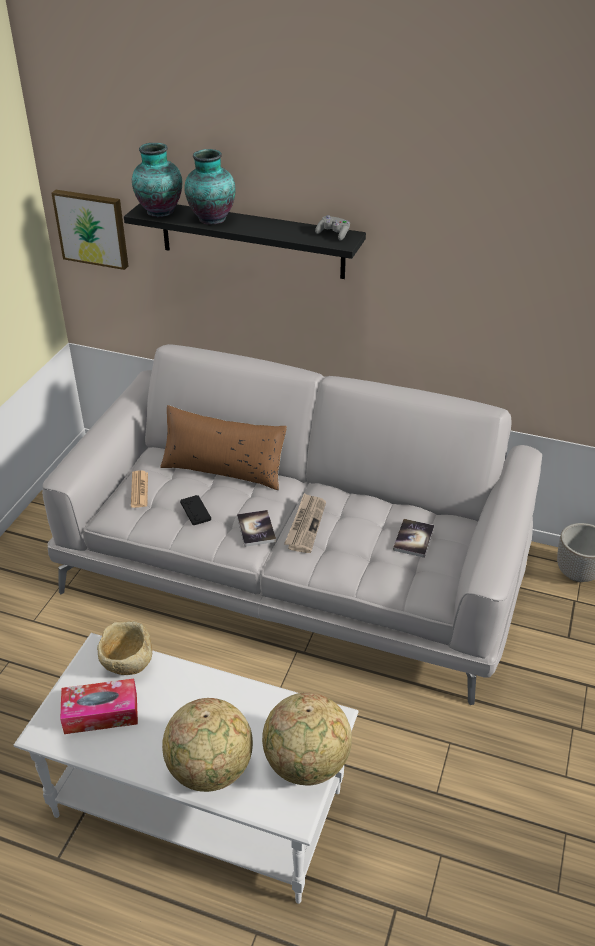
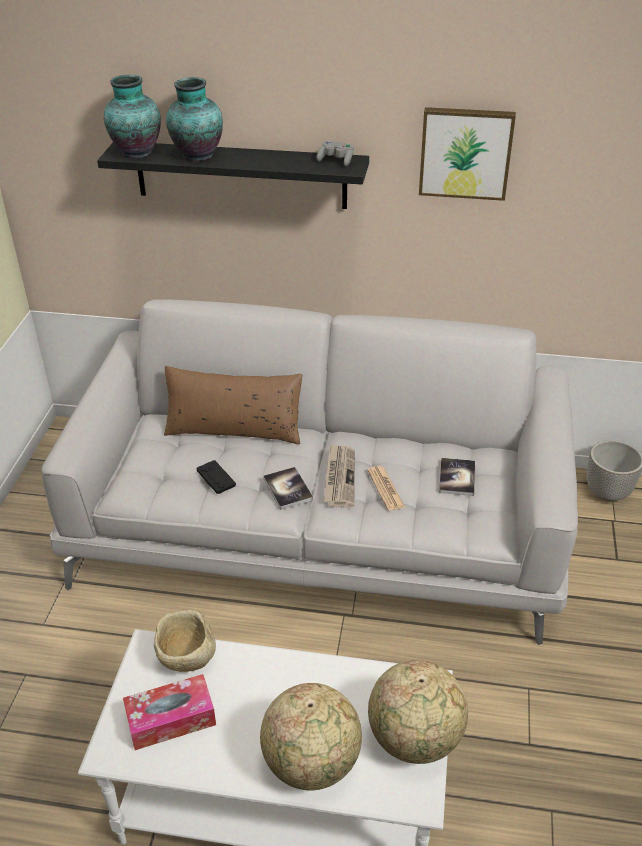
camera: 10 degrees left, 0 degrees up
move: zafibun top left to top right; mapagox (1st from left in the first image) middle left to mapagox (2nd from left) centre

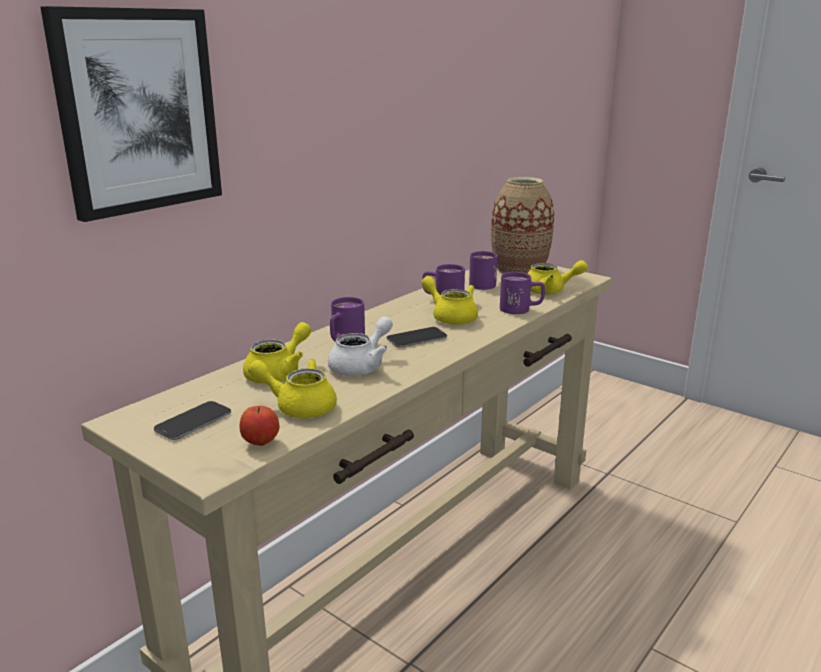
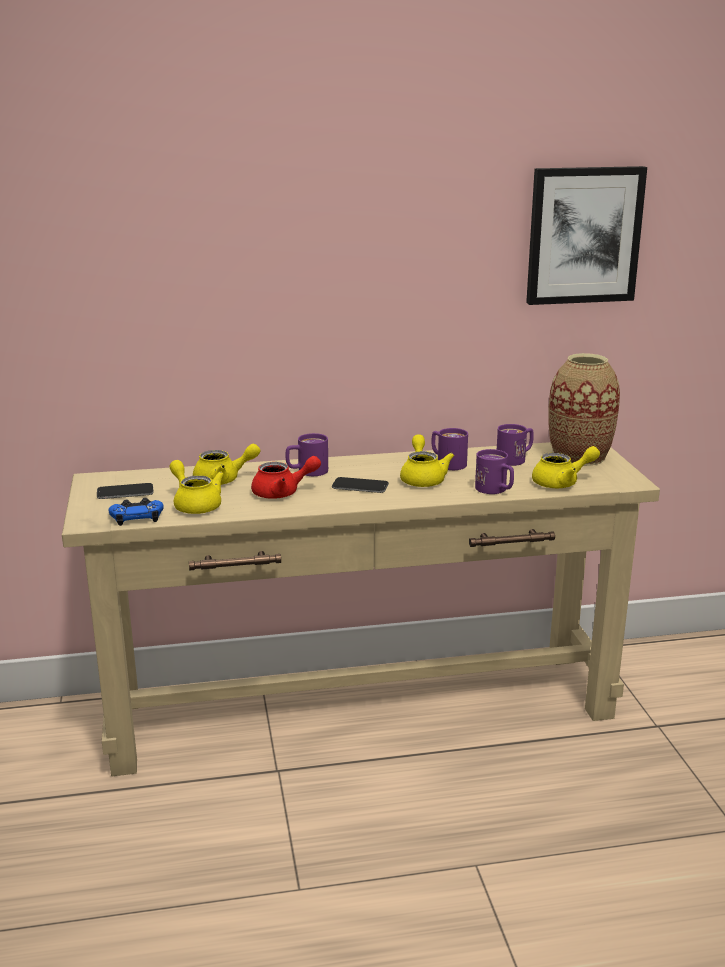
camera: 40 degrees right, 0 degrees up
move: zafibun top left to top right
replace: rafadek middle left to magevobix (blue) middle left
recolor: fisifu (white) centre to fisifu (red) centre
rotate: fisifu (yellow) (4th from left) middle right = middle right 60 degrees counterclockwise

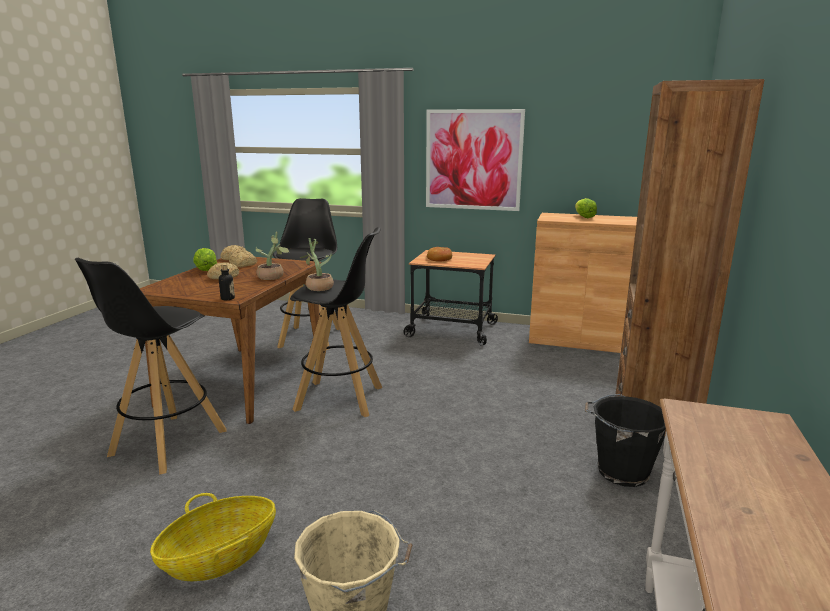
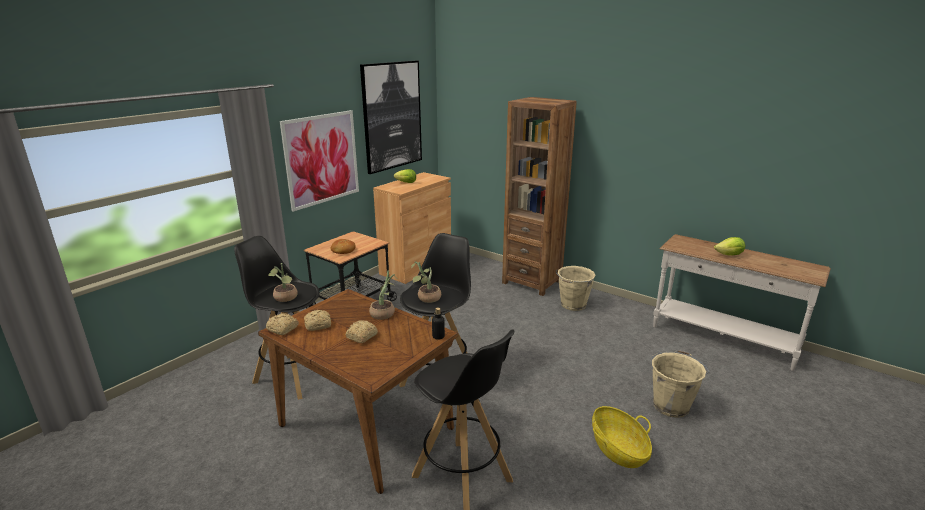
camera: 70 degrees left, 5 degrees up
insert: zafibun (2nd from left) top centre; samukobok (1st from left) middle left
move: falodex (1st from left in the first image) middle left to falodex (2nd from left) middle right
recolor: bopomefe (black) bottom right to bopomefe (beige) (1st from left) centre

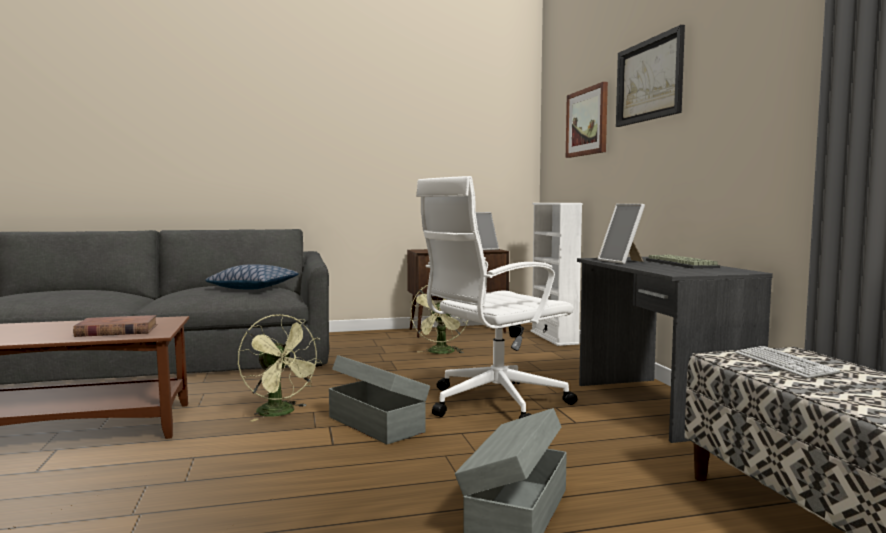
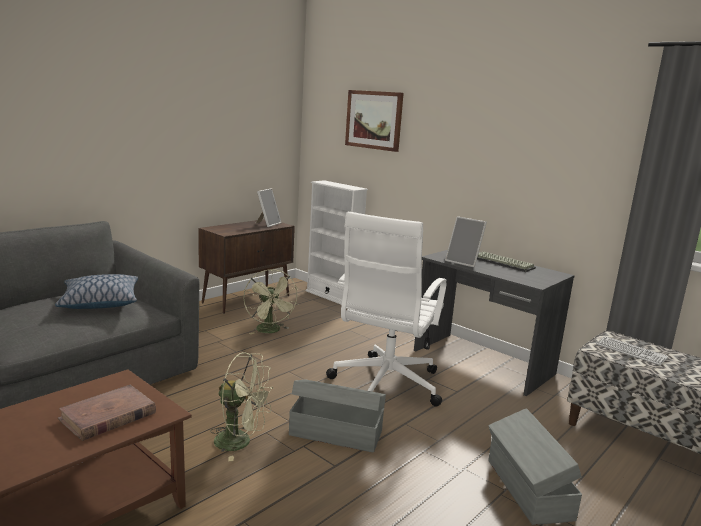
camera: 35 degrees left, 10 degrees up
delete: zafibun (2nd from left) top right

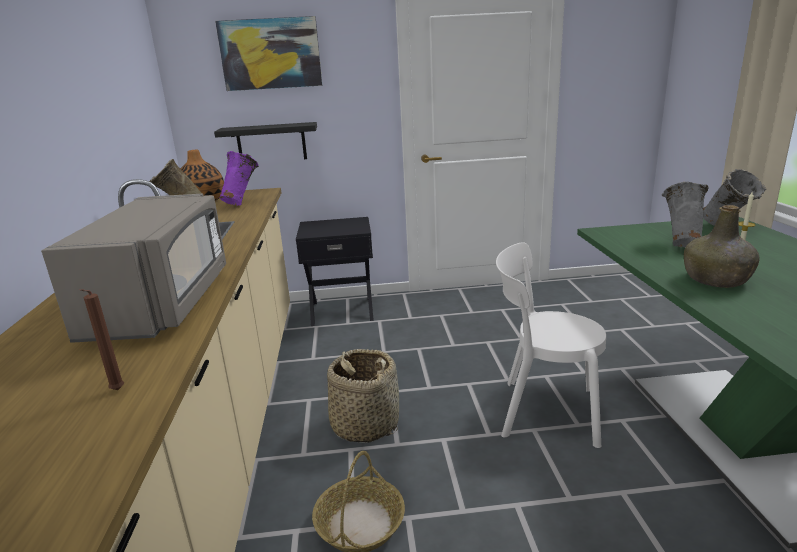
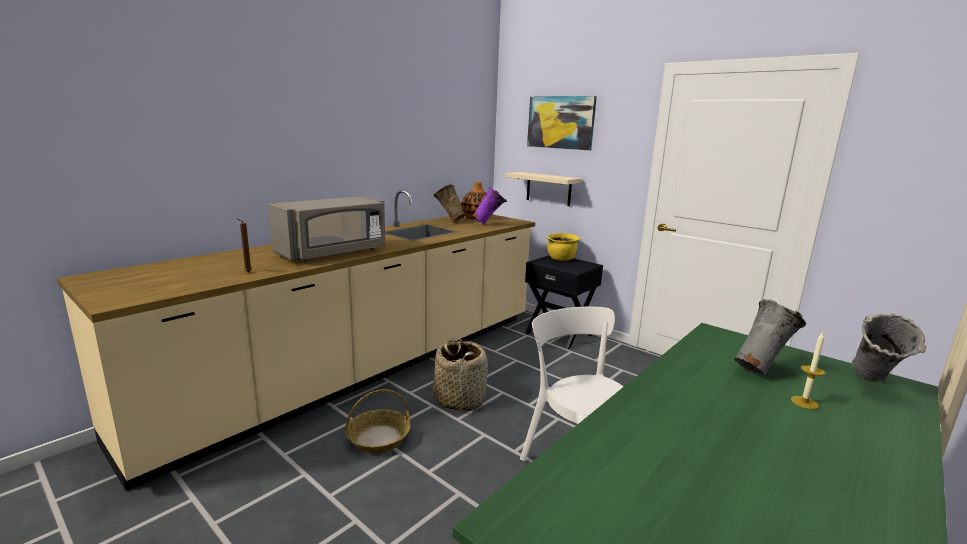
camera: 45 degrees right, 5 degrees down
delete: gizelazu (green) middle right
insert: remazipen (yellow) centre
recolor: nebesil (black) top left to nebesil (beige) centre

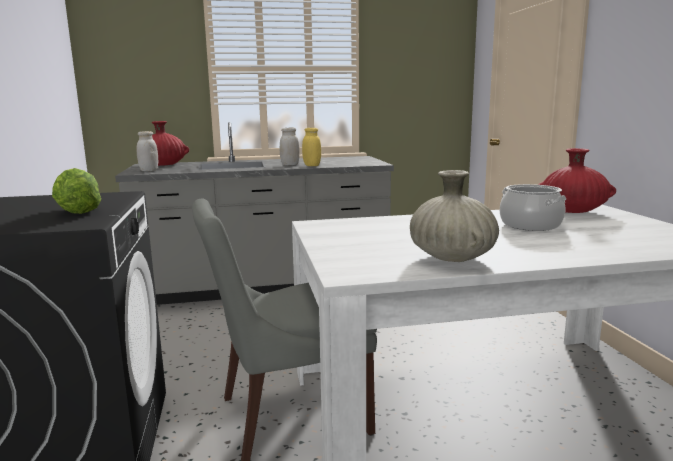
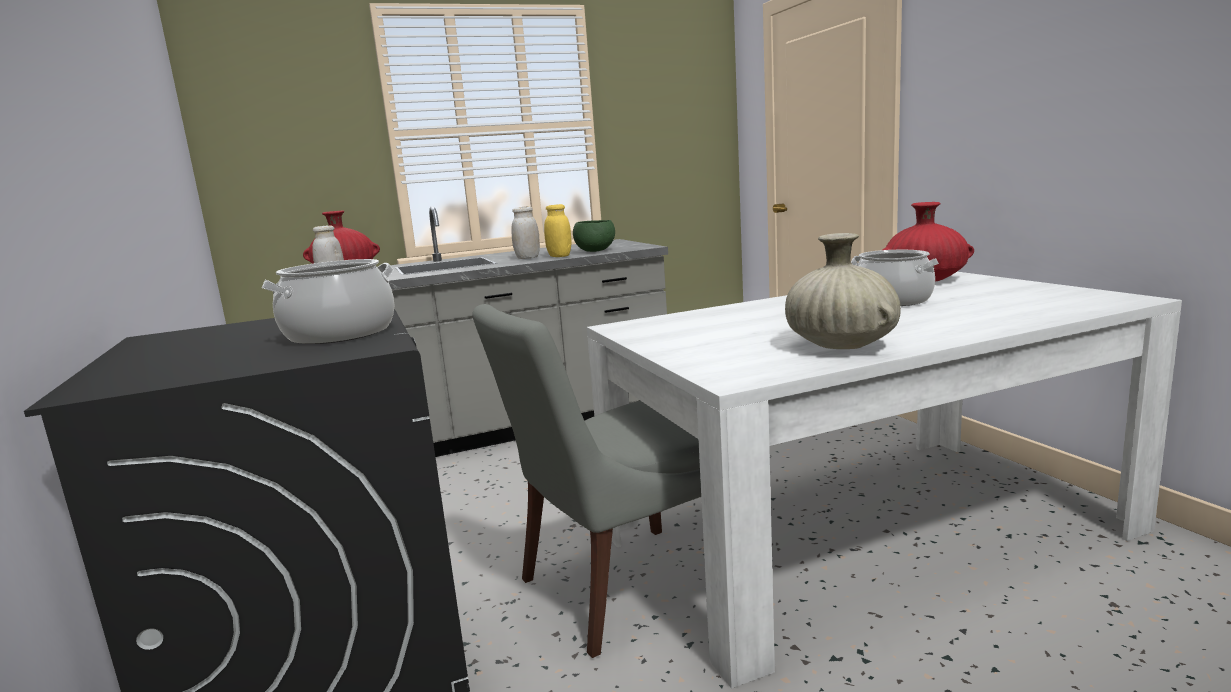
camera: 10 degrees left, 0 degrees up
insert: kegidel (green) centre
replace: falodex middle left to remazipen (1st from left) middle left

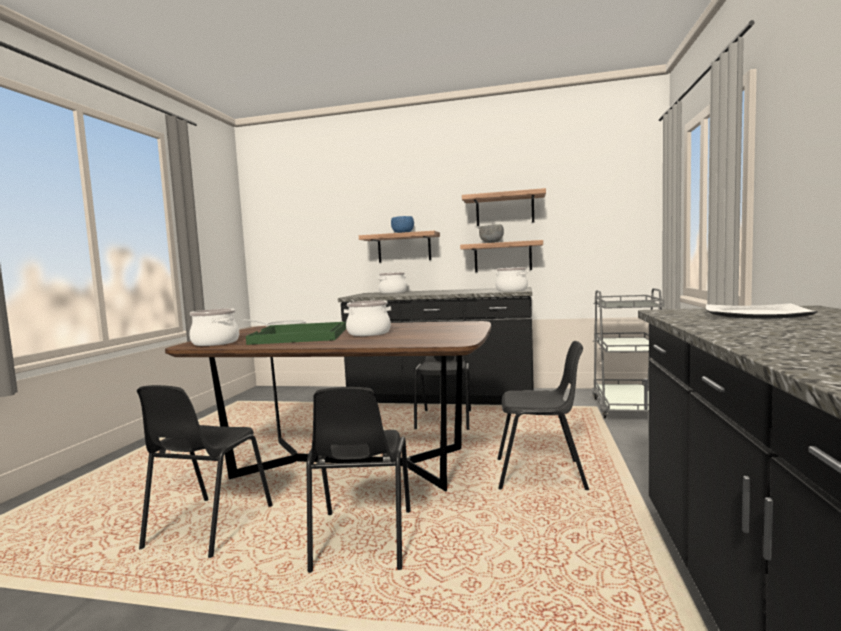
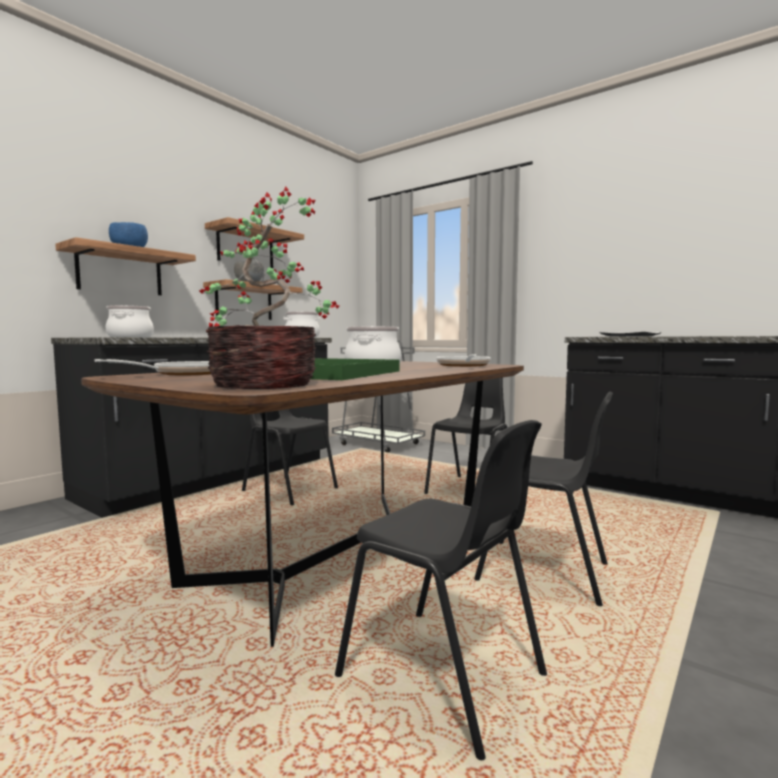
camera: 65 degrees left, 0 degrees up
insert: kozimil (2nd from left) centre
replace: remazipen (1st from left) middle left to samukobok centre

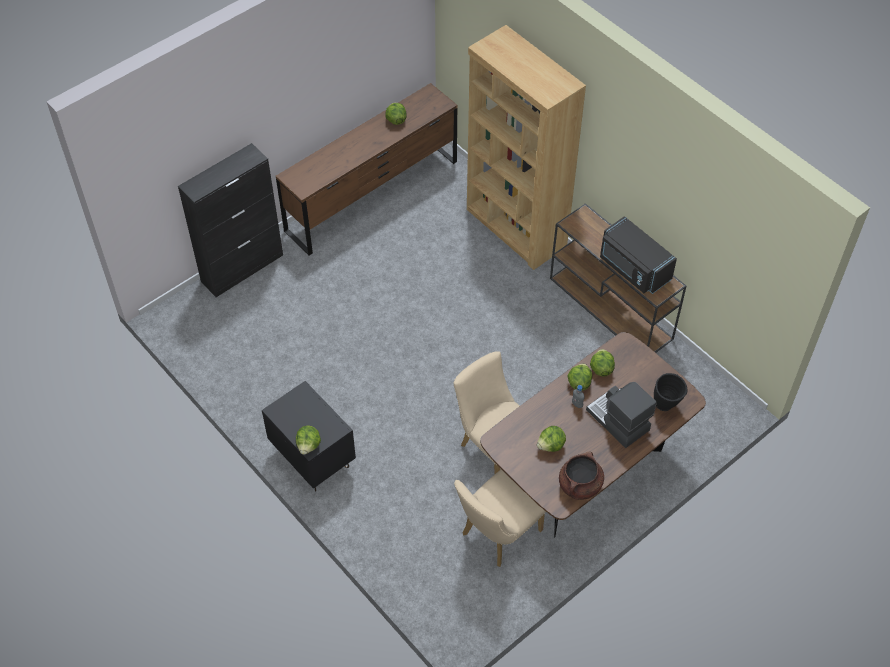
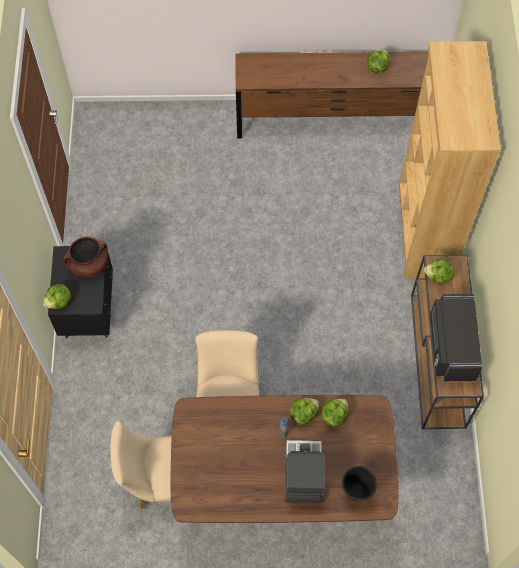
camera: 40 degrees right, 10 degrees up
delete: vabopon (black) top left
move: falodex (3rd from left in the first image) centre to falodex (5th from left) middle right; remazipen (brown) bottom centre to middle left

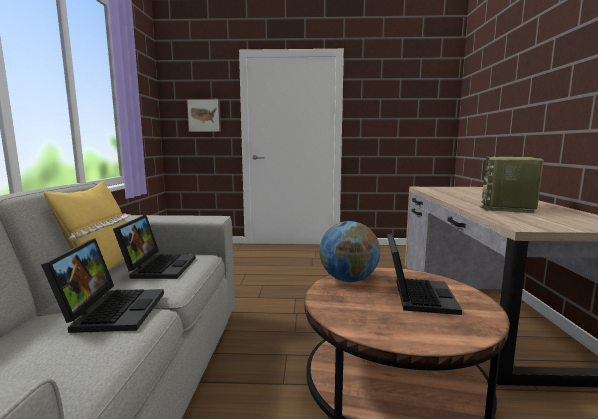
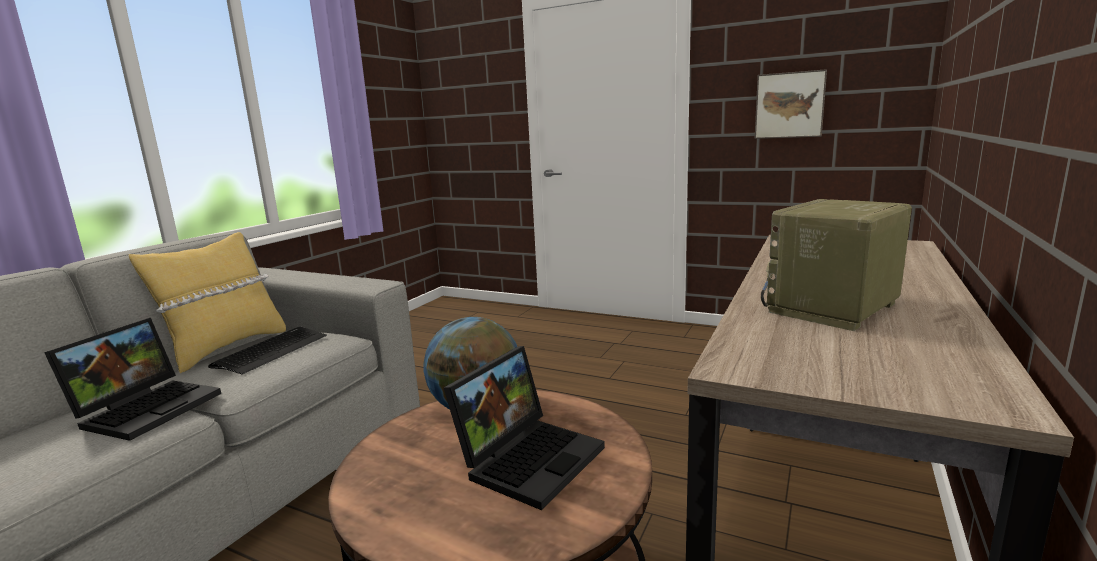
camera: 25 degrees right, 5 degrees up
move: zafibun top centre to top right
replace: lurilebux (2nd from left) middle left to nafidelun middle left

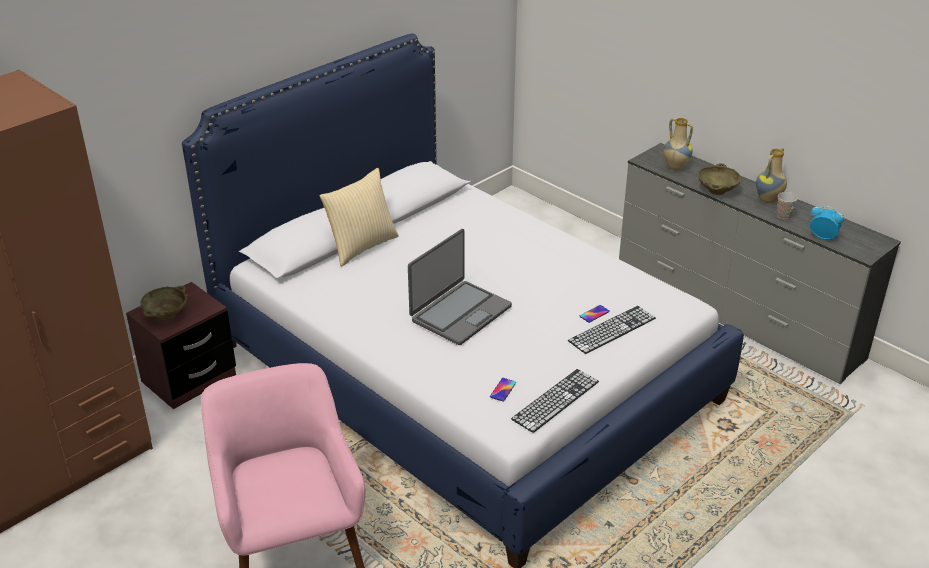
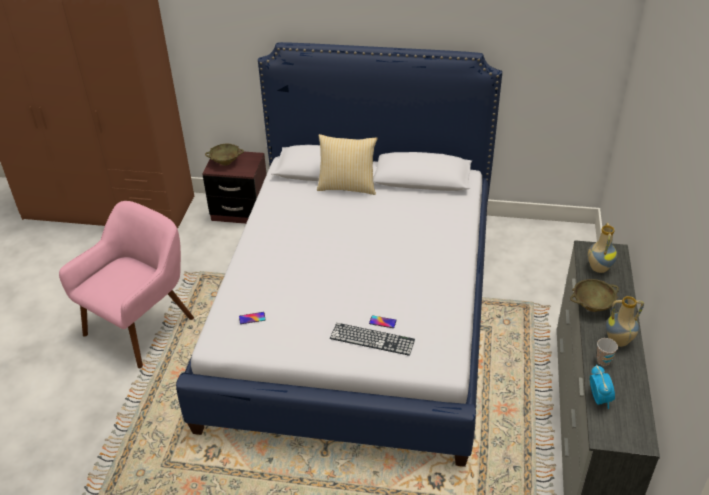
camera: 55 degrees right, 5 degrees up
delete: lurilebux centre; nafidelun (1st from left) bottom centre

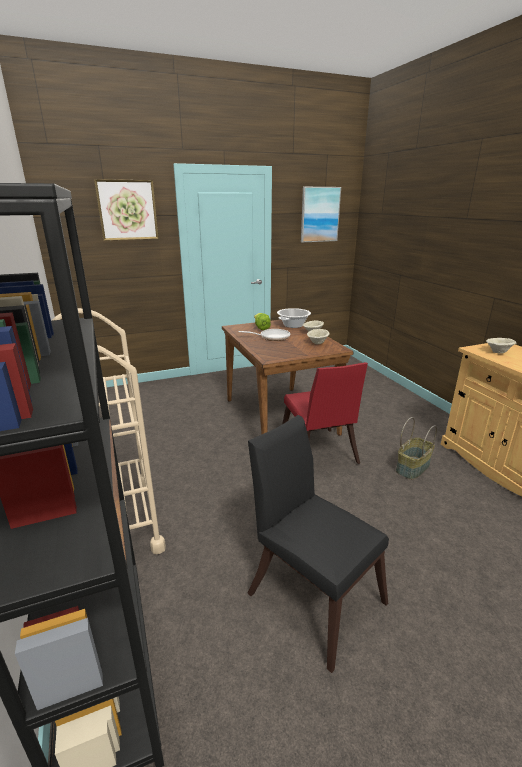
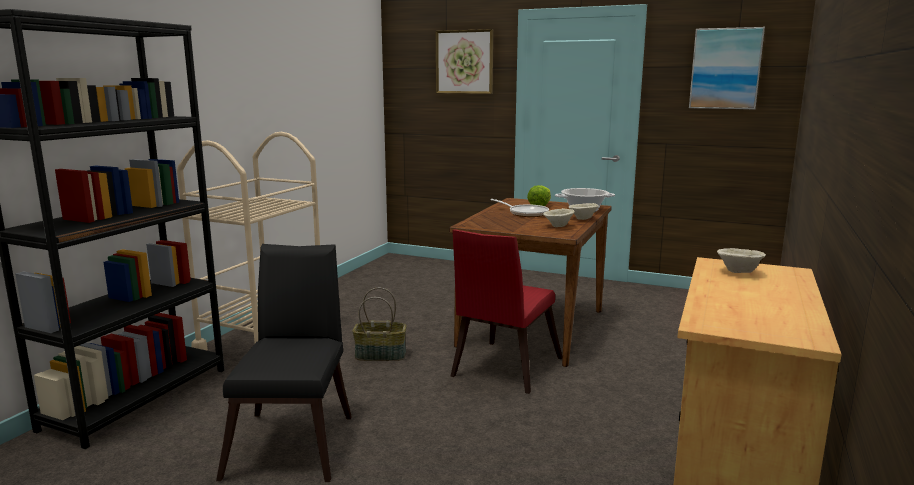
camera: 45 degrees right, 10 degrees down
move: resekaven middle right to bottom centre

